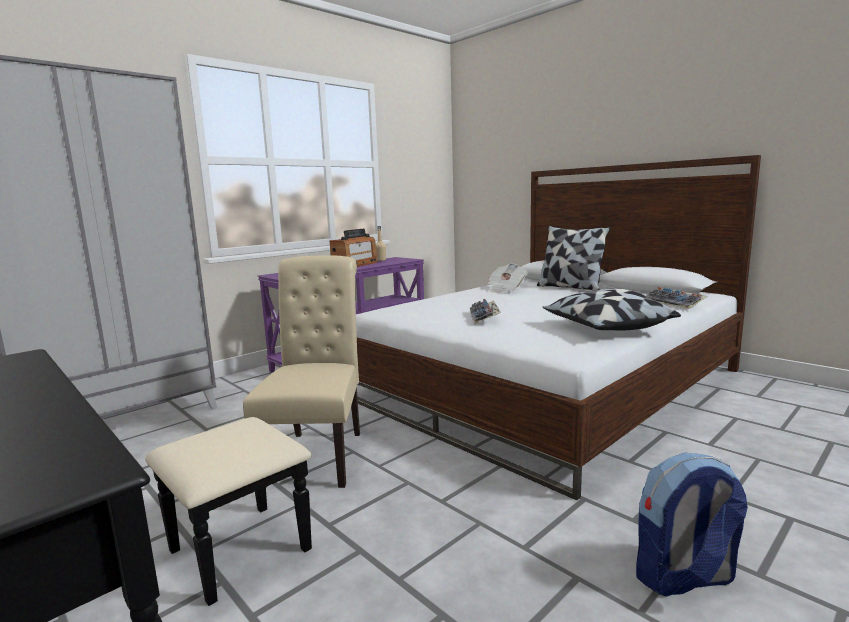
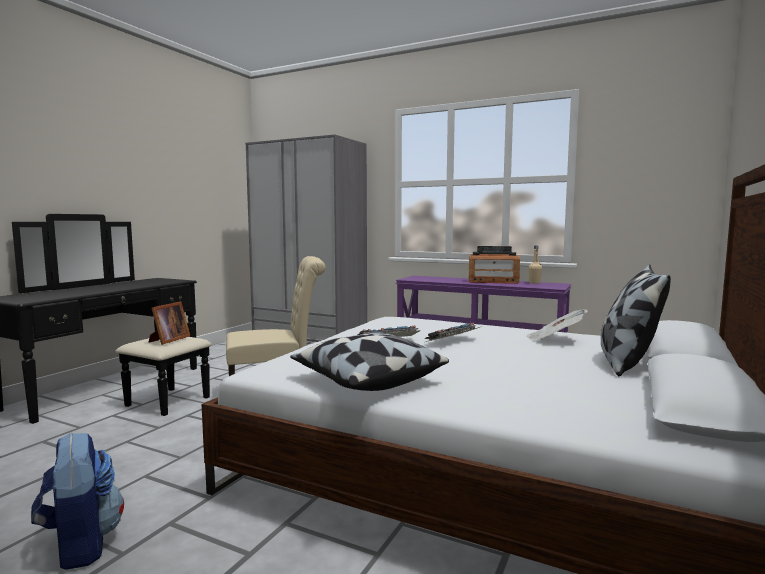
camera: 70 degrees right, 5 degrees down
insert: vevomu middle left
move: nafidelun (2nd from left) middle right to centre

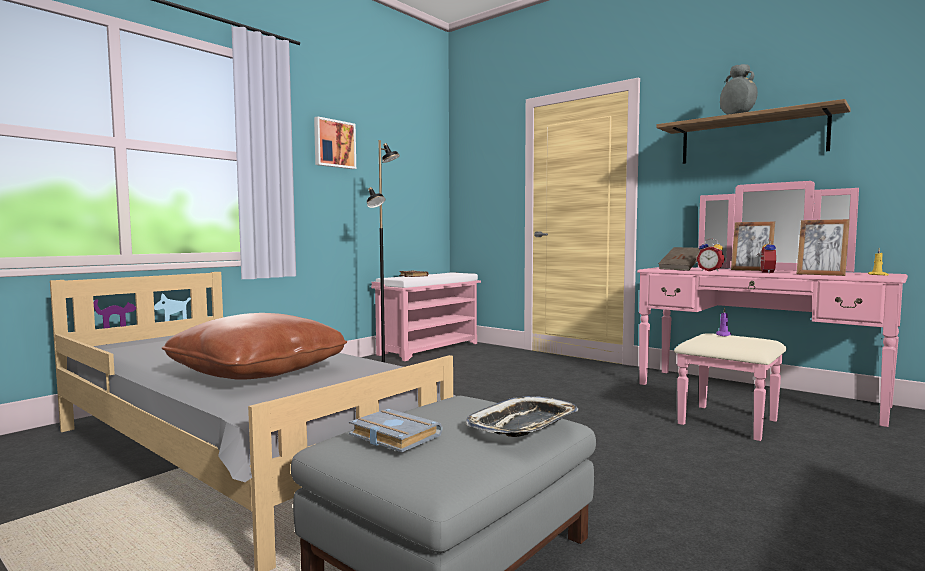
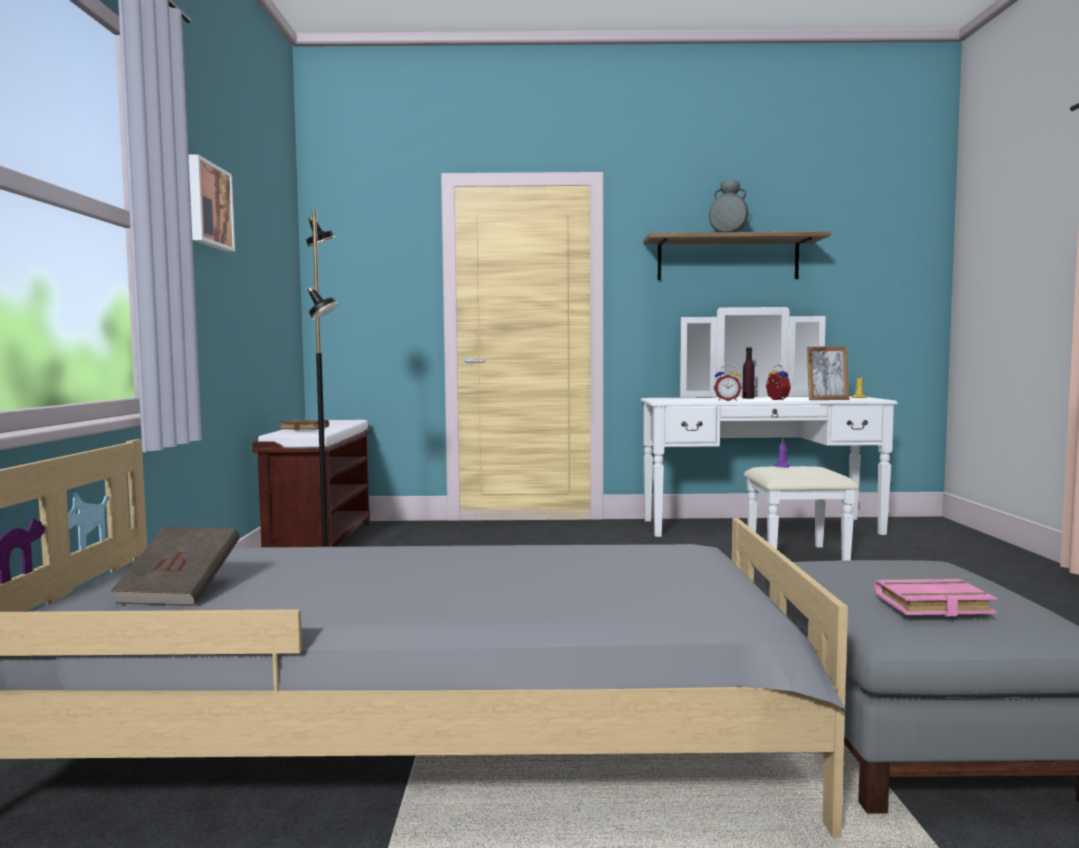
camera: 40 degrees left, 0 degrees up
delete: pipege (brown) middle left; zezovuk bottom centre
move: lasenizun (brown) (2nd from left in the first image) middle right to lasenizun (brown) (1st from left) bottom left
replace: vevomu (1st from left) middle right to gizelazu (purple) middle right
recolor: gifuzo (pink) middle right to gifuzo (white) middle right; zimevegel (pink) centre to zimevegel (brown) middle left; lasenizun (grey) bottom centre to lasenizun (pink) bottom right

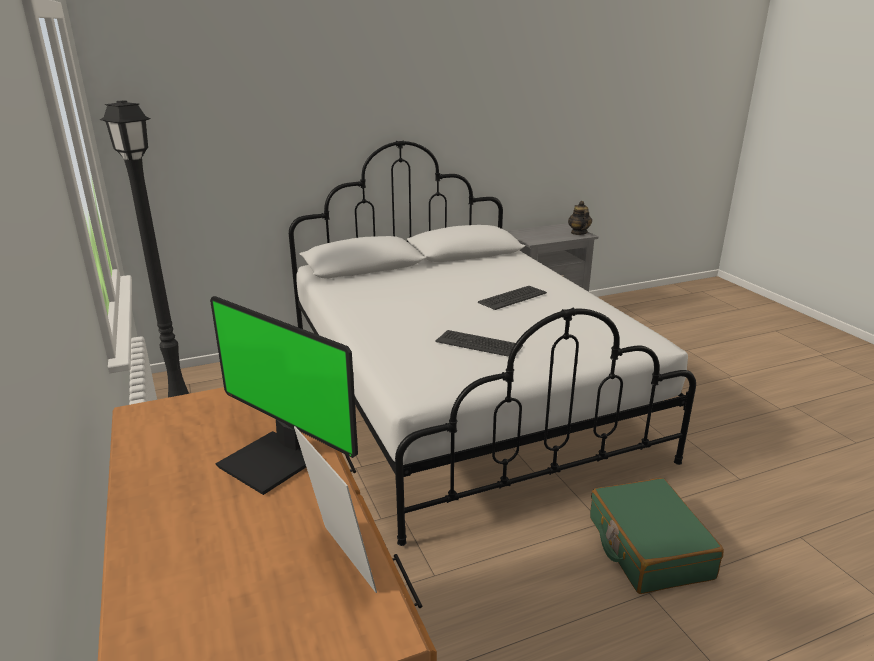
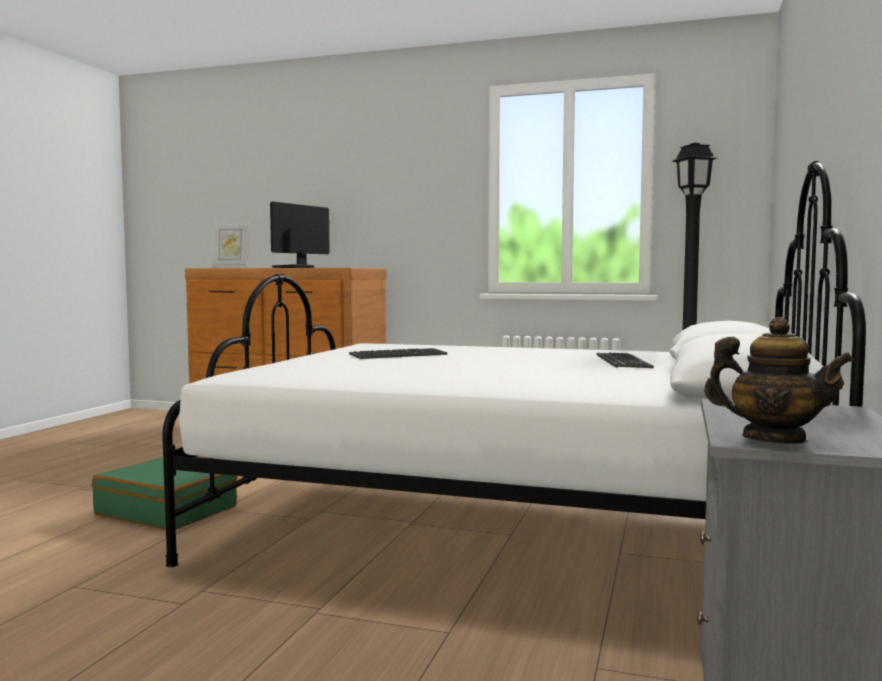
camera: 130 degrees right, 20 degrees down
move: nafidelun (2nd from left) centre to middle right
rotate: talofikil middle left = centre 45 degrees counterclockwise

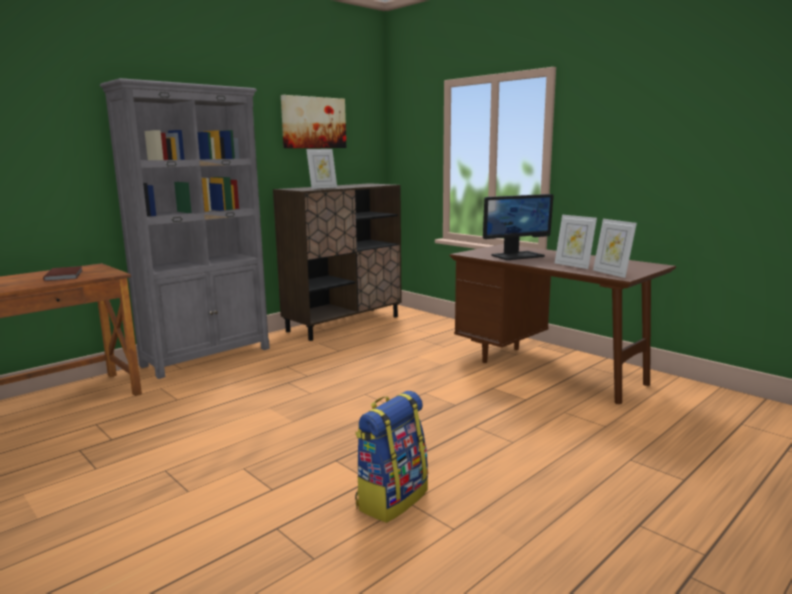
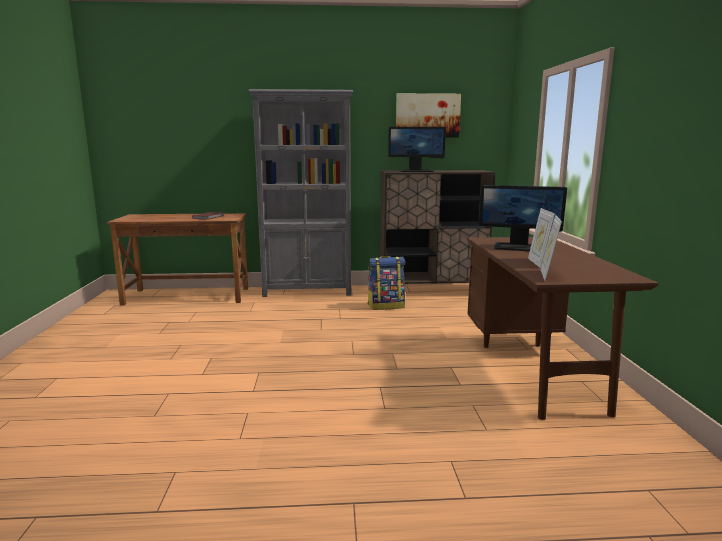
camera: 40 degrees right, 0 degrees up
move: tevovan bottom centre to centre
replace: vevomu (1st from left) top centre to talofikil (1st from left) top centre

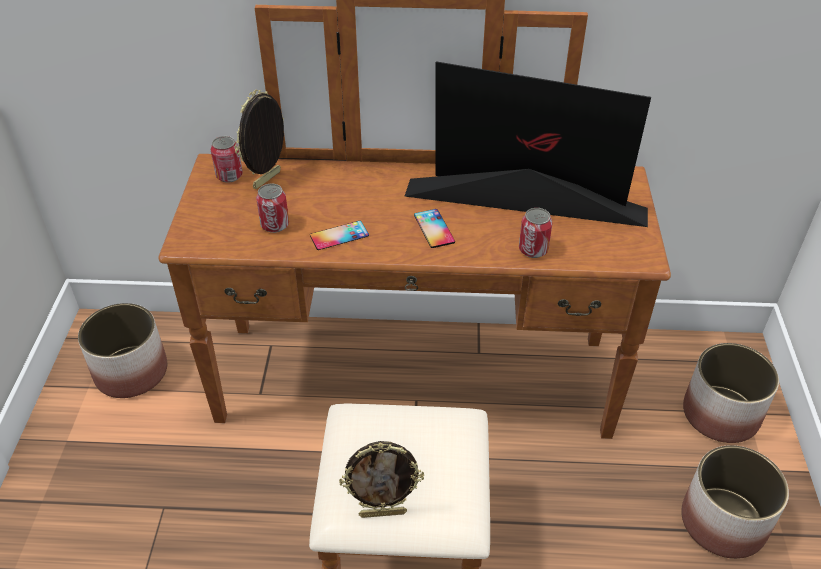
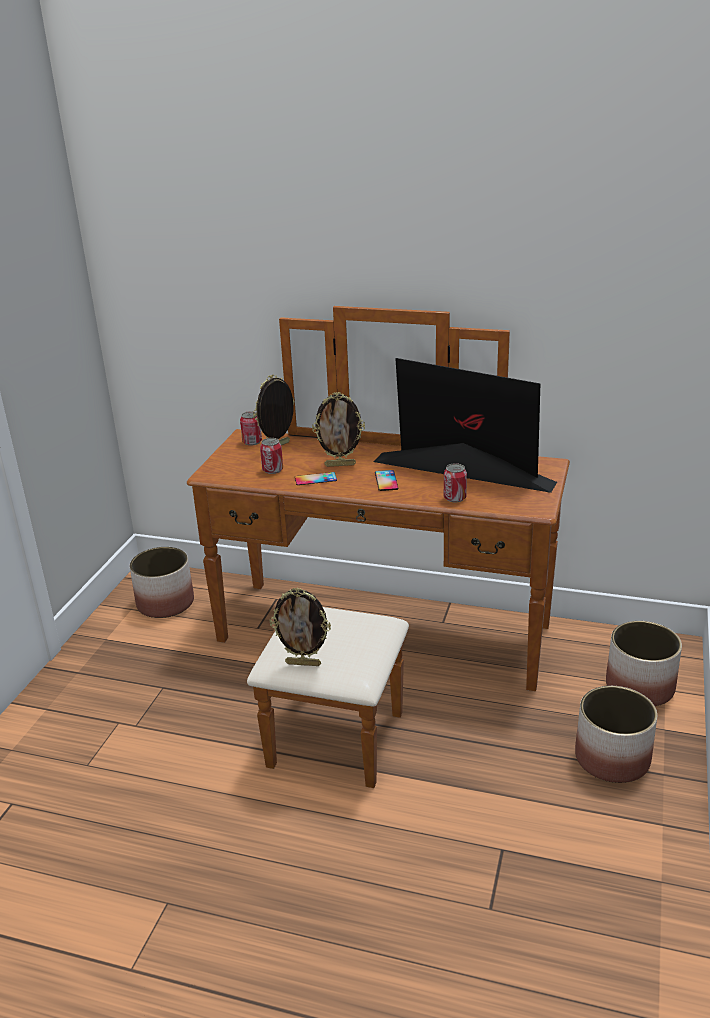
camera: 15 degrees right, 15 degrees down
insert: vevomu (3rd from left) centre

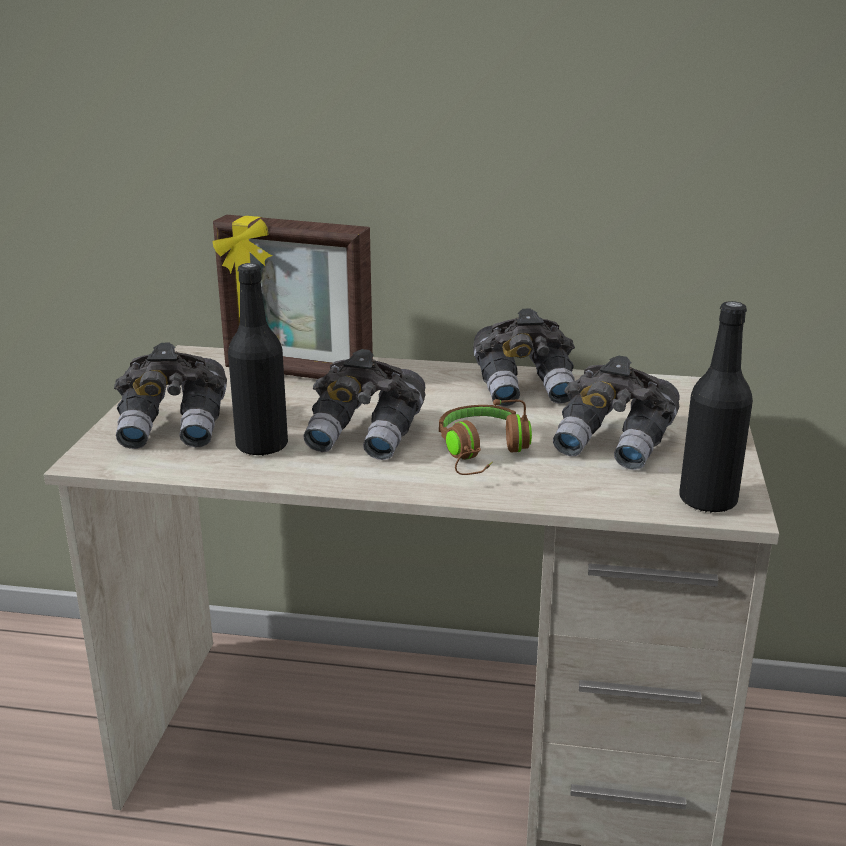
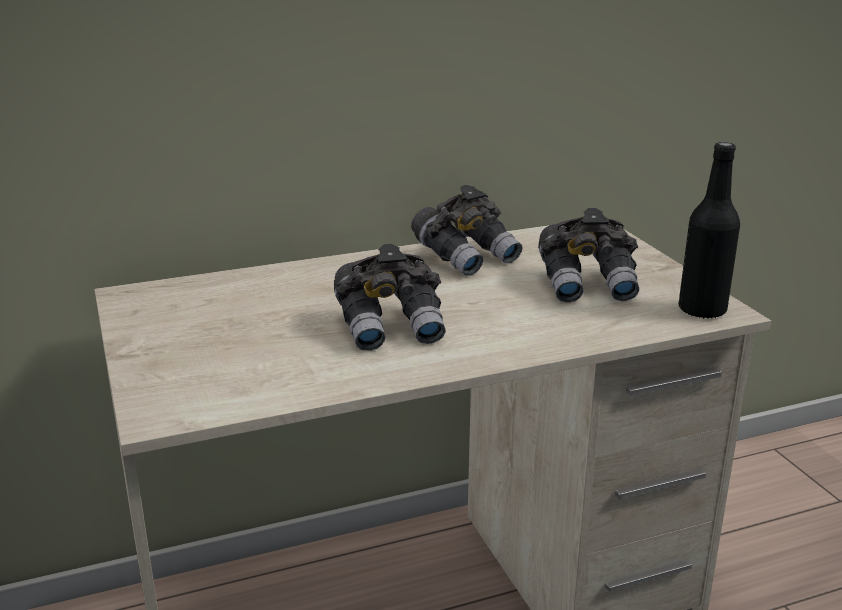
camera: 30 degrees left, 0 degrees up
delete: vevomu centre; gizelazu (black) (1st from left) middle left; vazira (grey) (1st from left) middle left; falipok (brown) centre

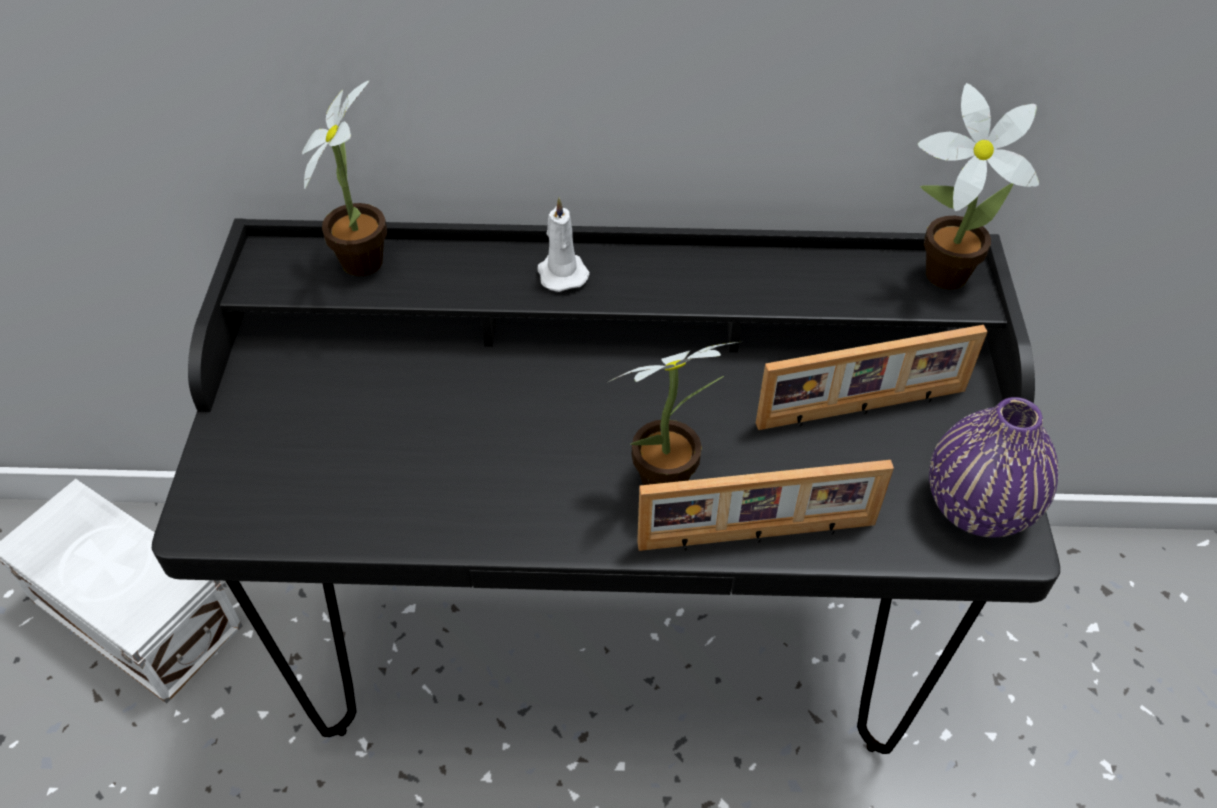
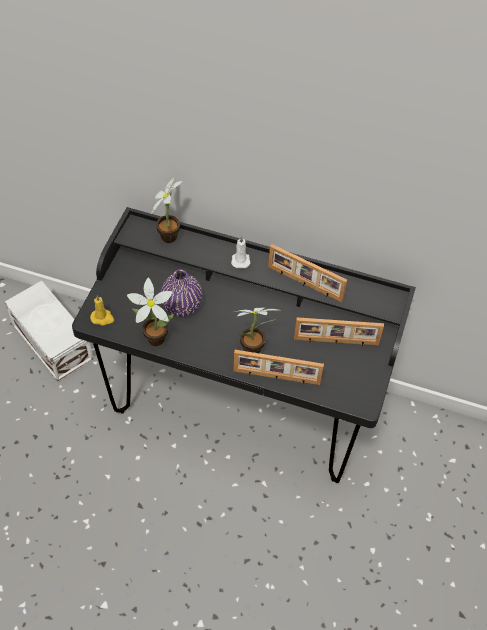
camera: 15 degrees right, 5 degrees up
insert: vevomu (2nd from left) centre; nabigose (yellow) middle left
move: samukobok (3rd from left in the first image) top right to samukobok (1st from left) middle left; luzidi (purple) middle right to centre

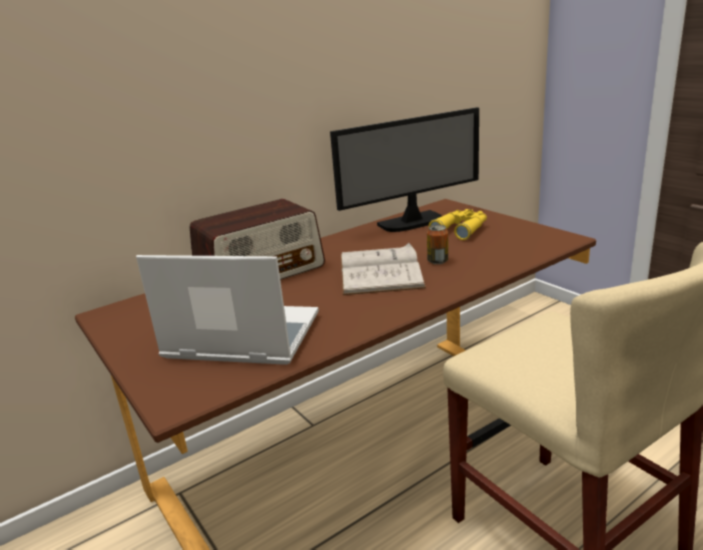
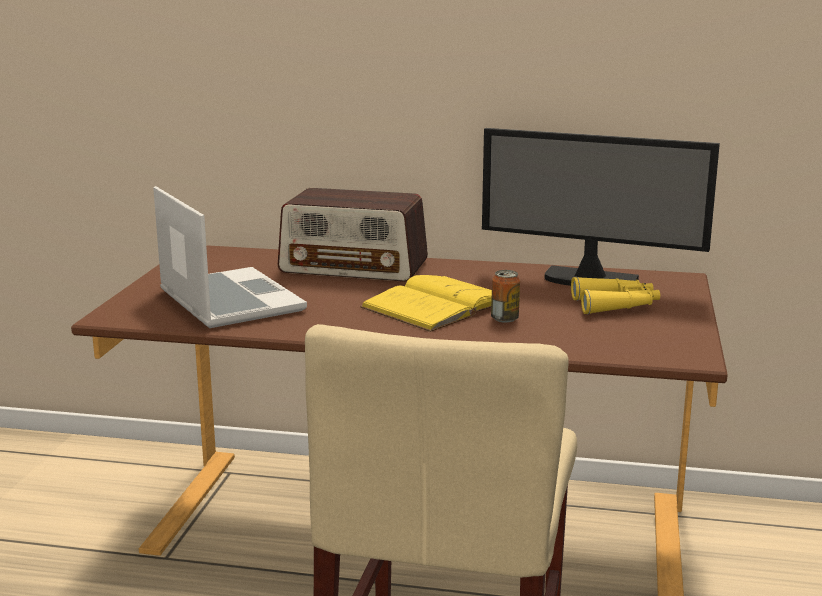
camera: 45 degrees right, 5 degrees down
recolor: lasenizun (white) centre to lasenizun (yellow) centre

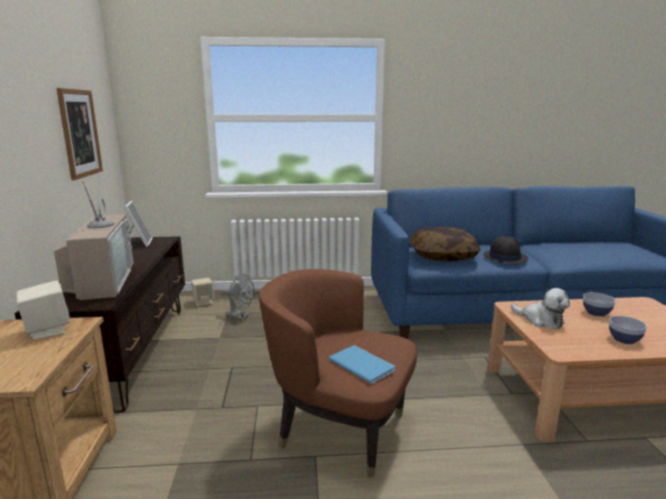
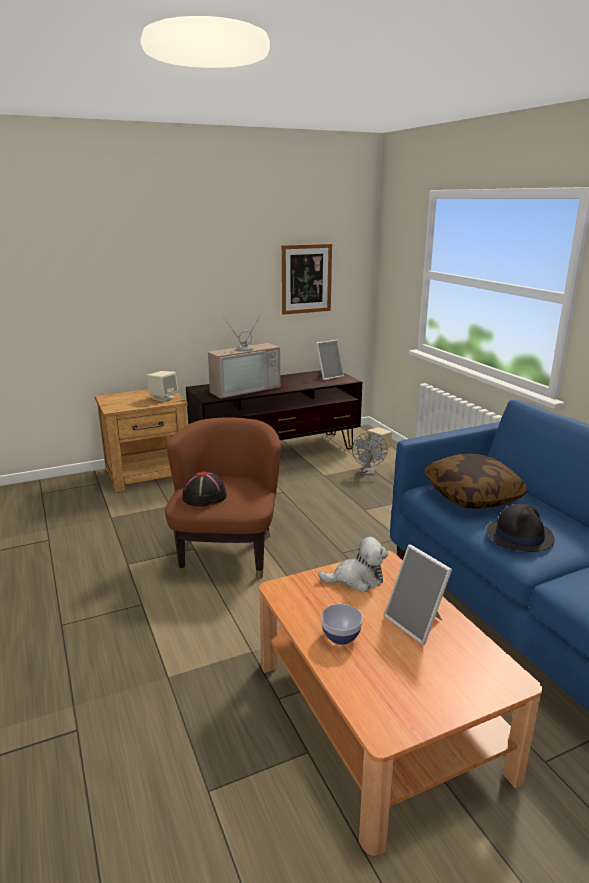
camera: 70 degrees right, 5 degrees up
replace: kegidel (1st from left) middle right to vevomu (2nd from left) bottom right; lasenizun (blue) bottom centre to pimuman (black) (1st from left) centre
rotate: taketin middle right = centre 120 degrees counterclockwise

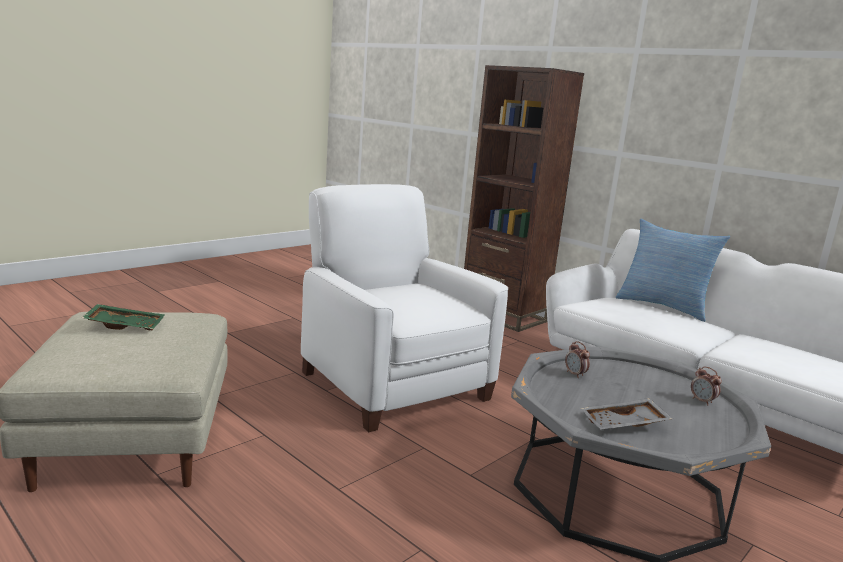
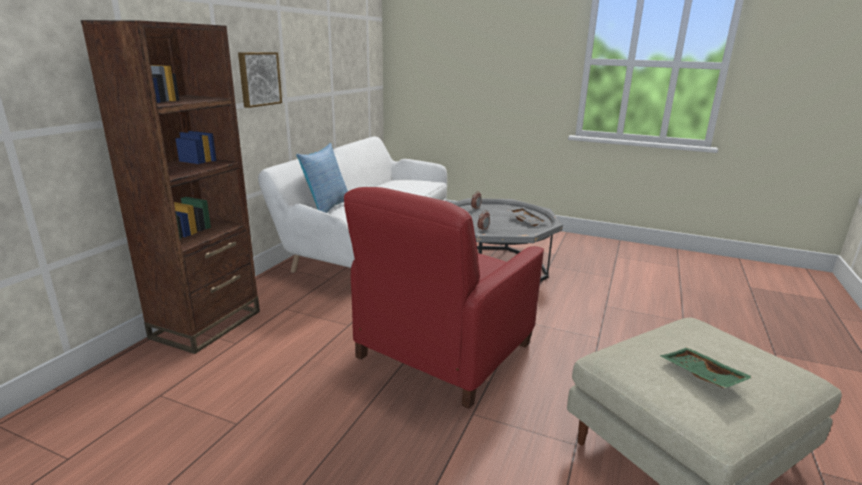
camera: 110 degrees left, 5 degrees up
insert: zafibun top left
recolor: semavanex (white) centre to semavanex (red) centre

